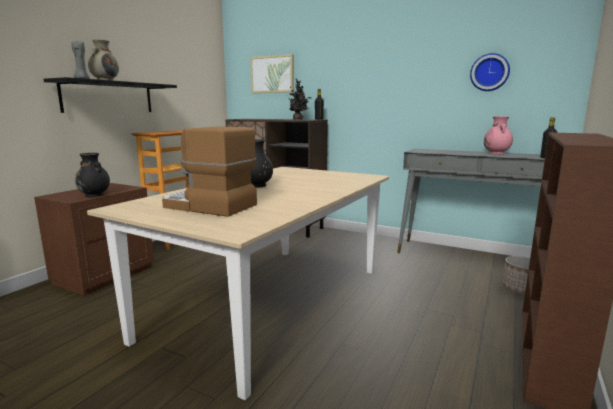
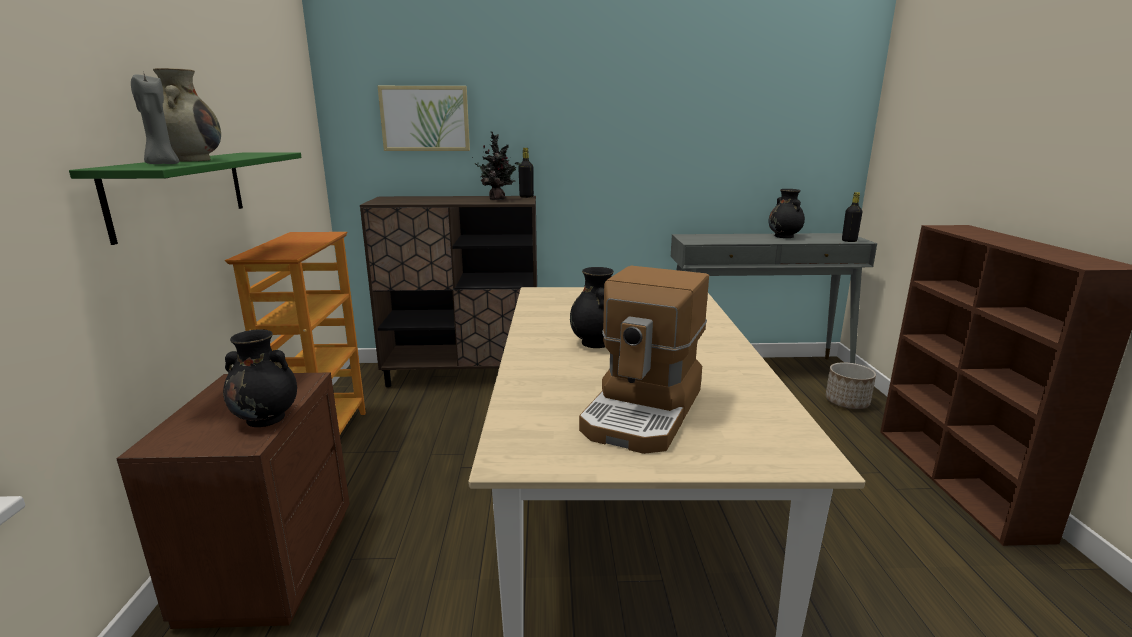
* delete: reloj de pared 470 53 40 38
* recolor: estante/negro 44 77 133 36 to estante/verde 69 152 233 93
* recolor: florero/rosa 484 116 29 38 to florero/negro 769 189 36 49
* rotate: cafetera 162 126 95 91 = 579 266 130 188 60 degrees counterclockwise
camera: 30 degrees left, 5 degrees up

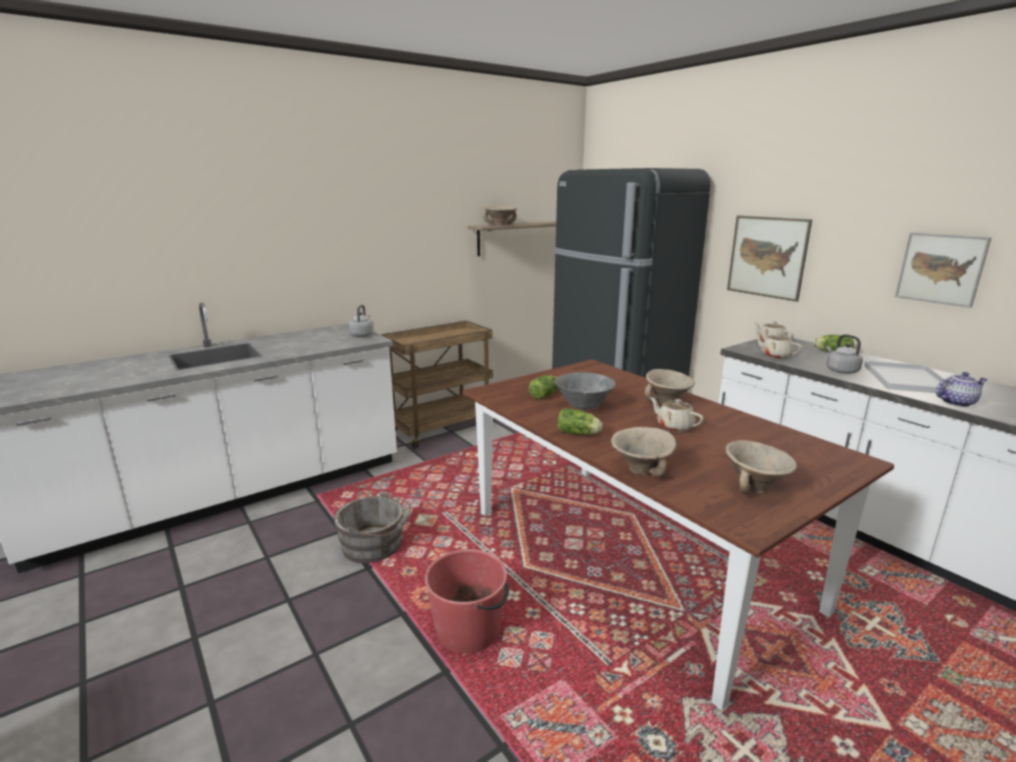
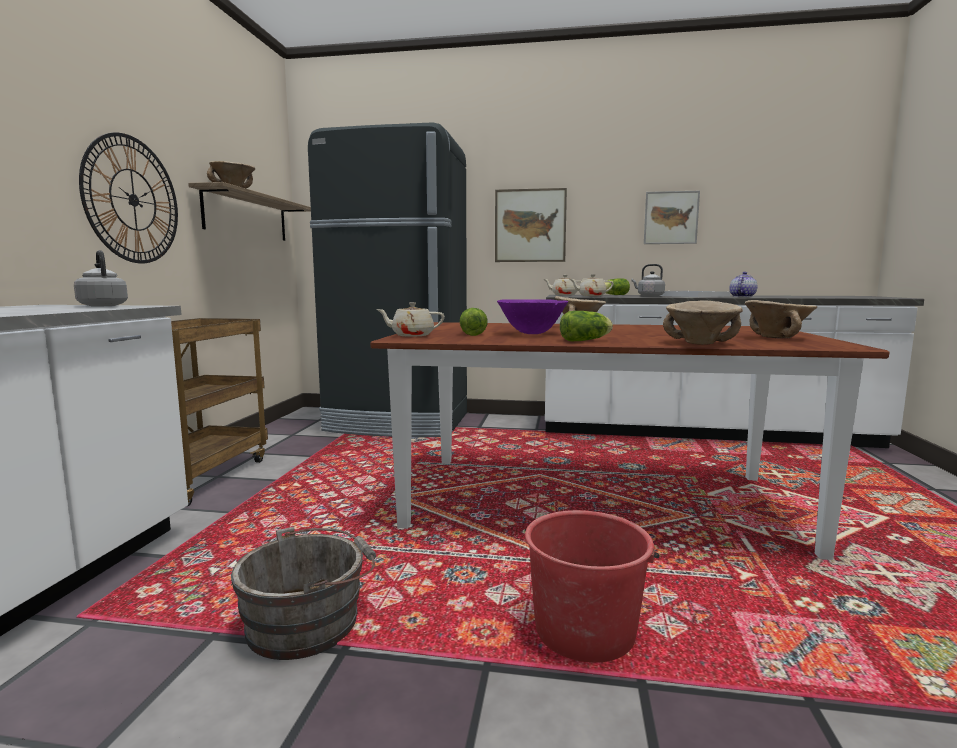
* insert: reloj de pared 79 133 99 130
* move: tetera/beis 650 397 54 35 to 376 302 69 35
* recolor: cuenco/gris 555 372 61 38 to cuenco/morado 497 299 71 35
camera: 45 degrees left, 10 degrees down

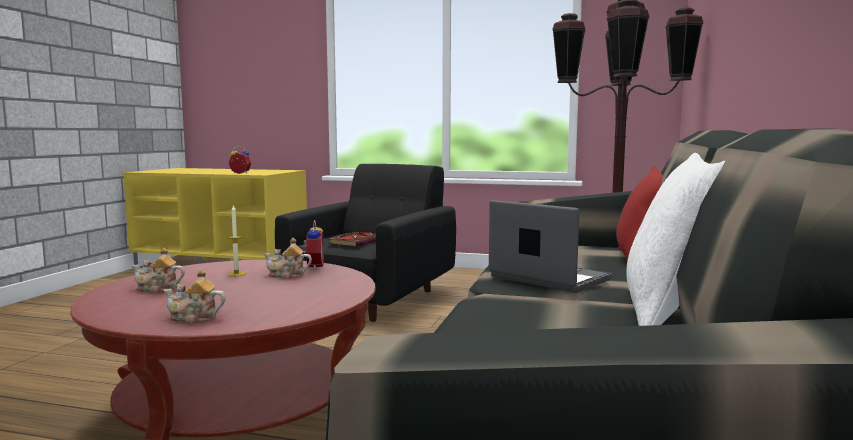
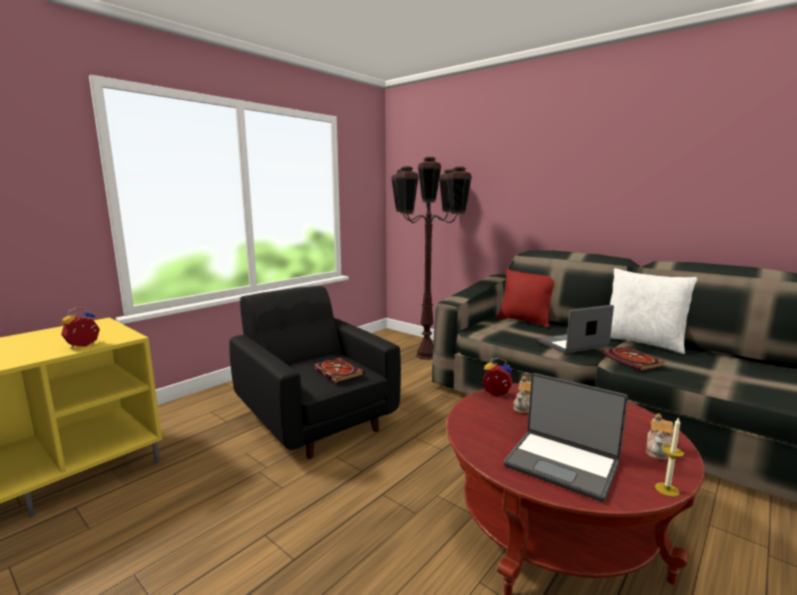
* insert: libro 601 347 64 24
* move: vela 227 204 19 73 to 655 417 29 80
* replace: tetera 132 248 53 45 to portátil 504 373 124 129
camera: 65 degrees left, 5 degrees up

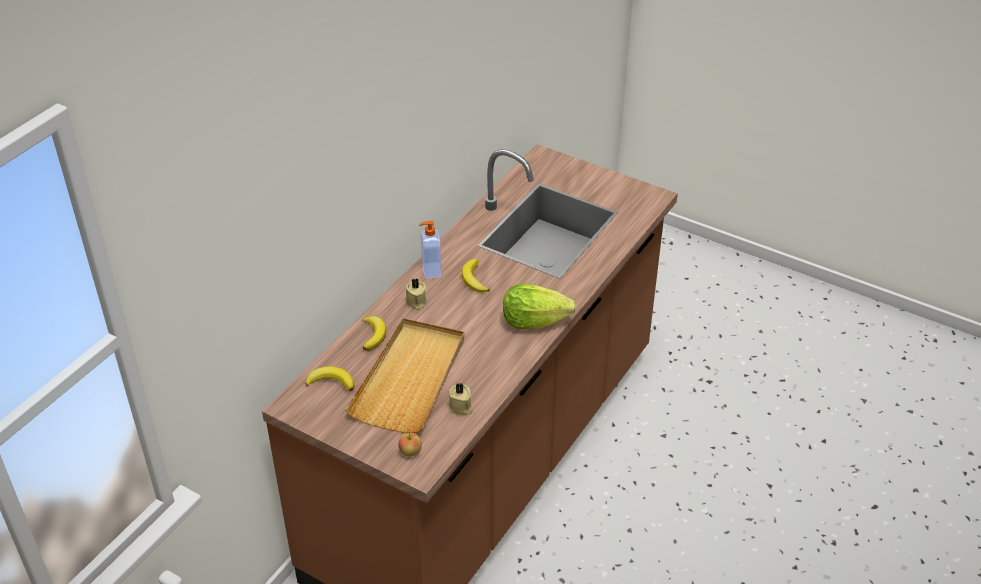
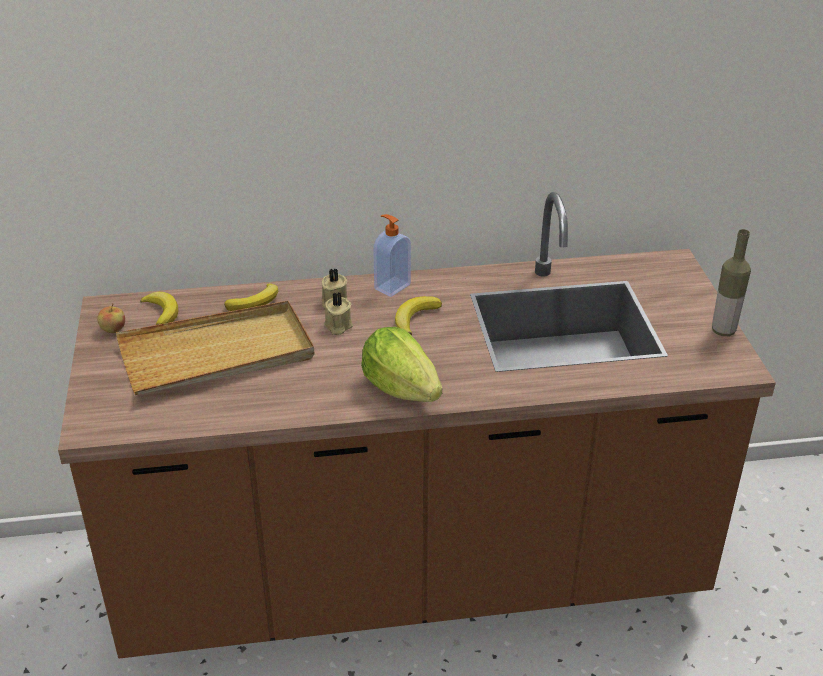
* insert: botella 712 229 39 107
* move: manzana 398 431 24 25 to 97 303 28 30
* move: vela/beis 449 383 24 32 to 324 292 29 43
camera: 50 degrees right, 5 degrees down

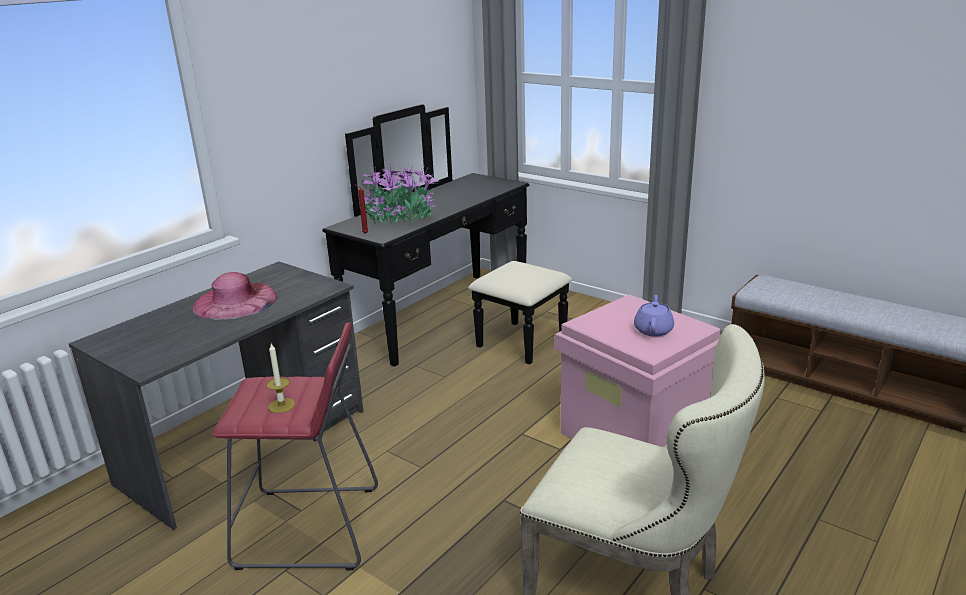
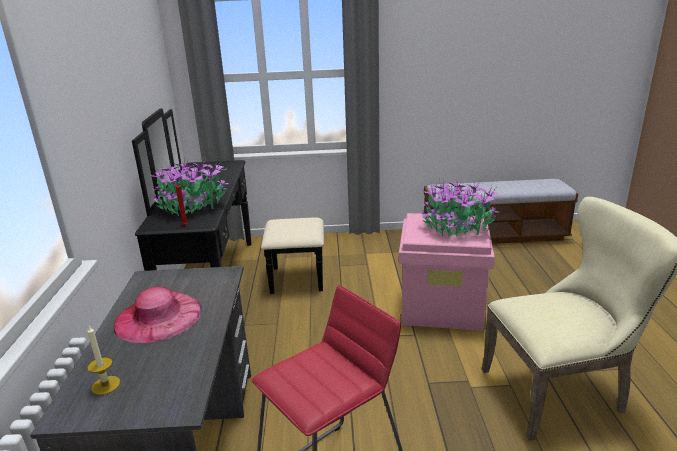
* move: vela 266 344 29 69 to 87 326 33 69
* replace: tetera/morado 634 295 40 42 to planta en maceta 421 177 80 61
camera: 40 degrees left, 0 degrees up

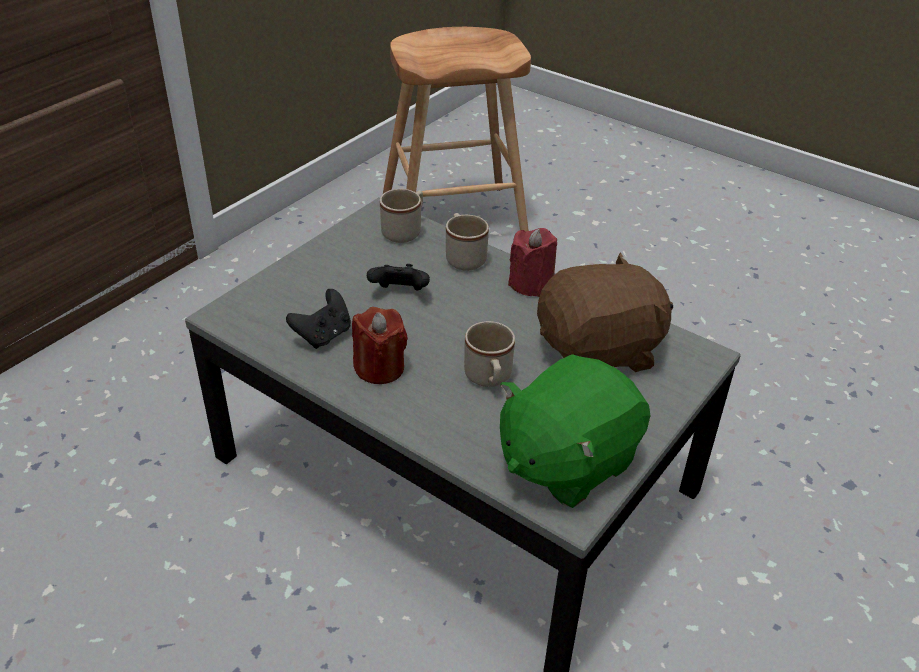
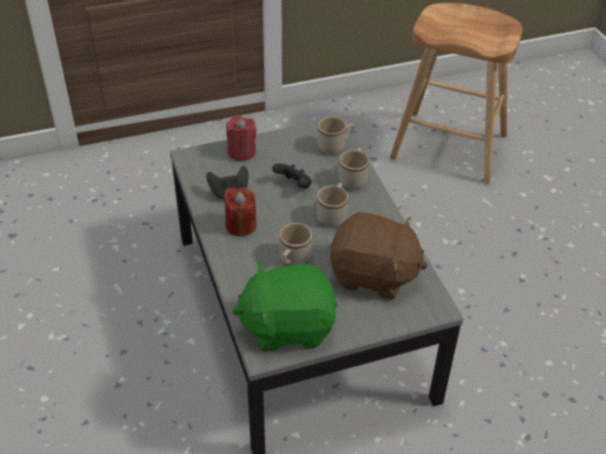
* insert: taza grande/beis 317 183 31 44
* move: vela/rojo 508 228 49 69 to 226 116 31 45
camera: 35 degrees right, 5 degrees up

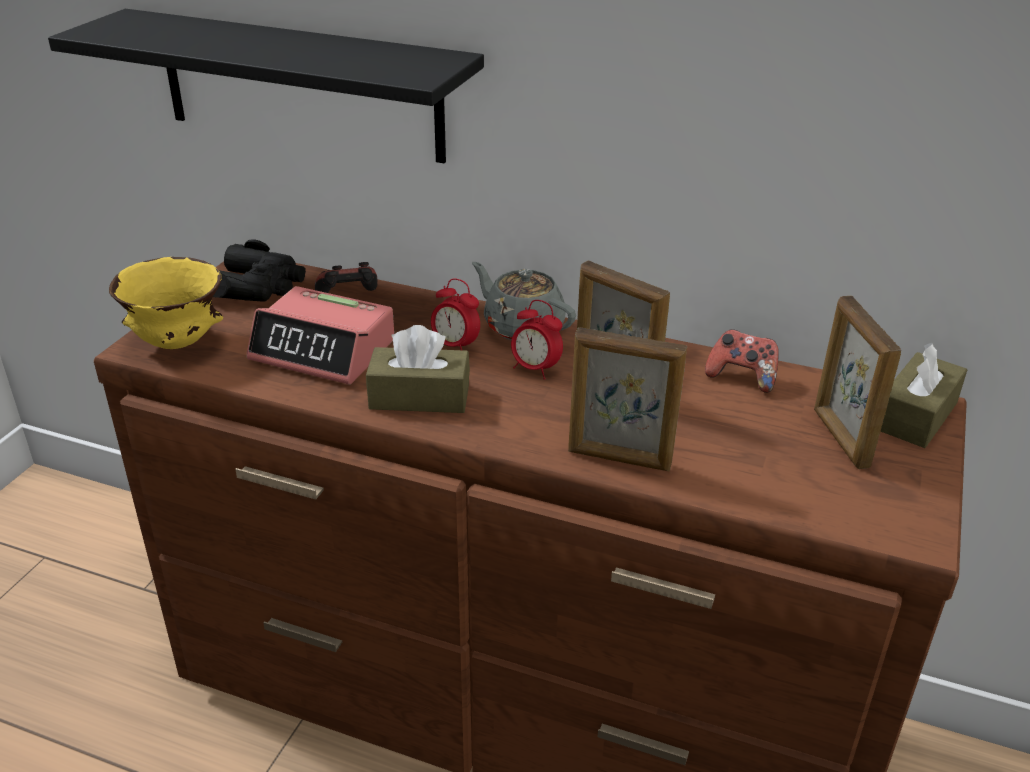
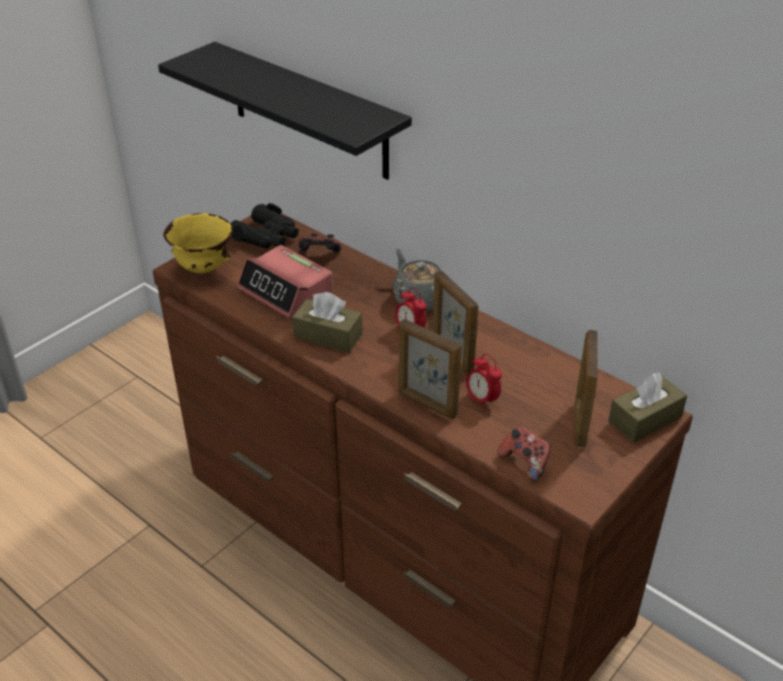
* move: despertador 431 278 49 72 to 466 354 36 56
* move: mando de consola 705 329 74 64 to 497 425 54 57
camera: 20 degrees right, 5 degrees up

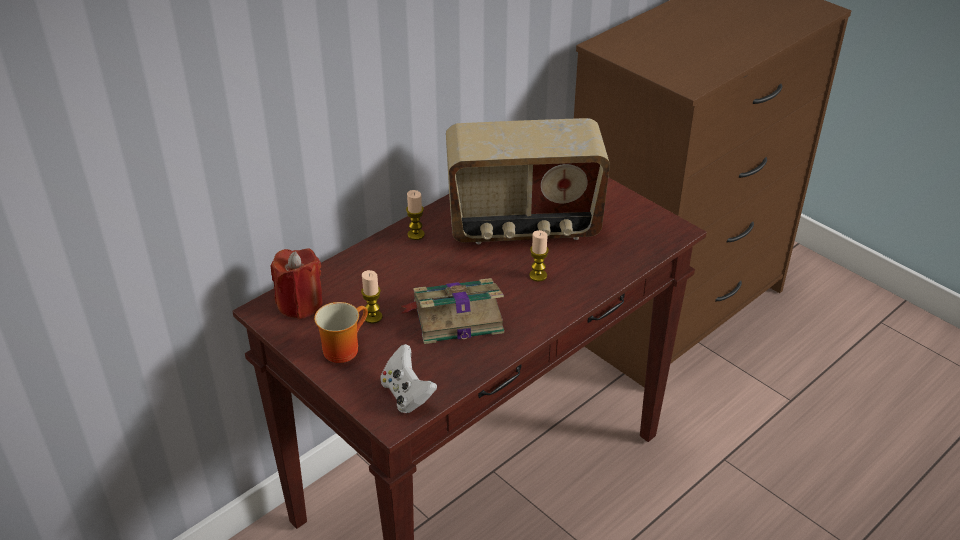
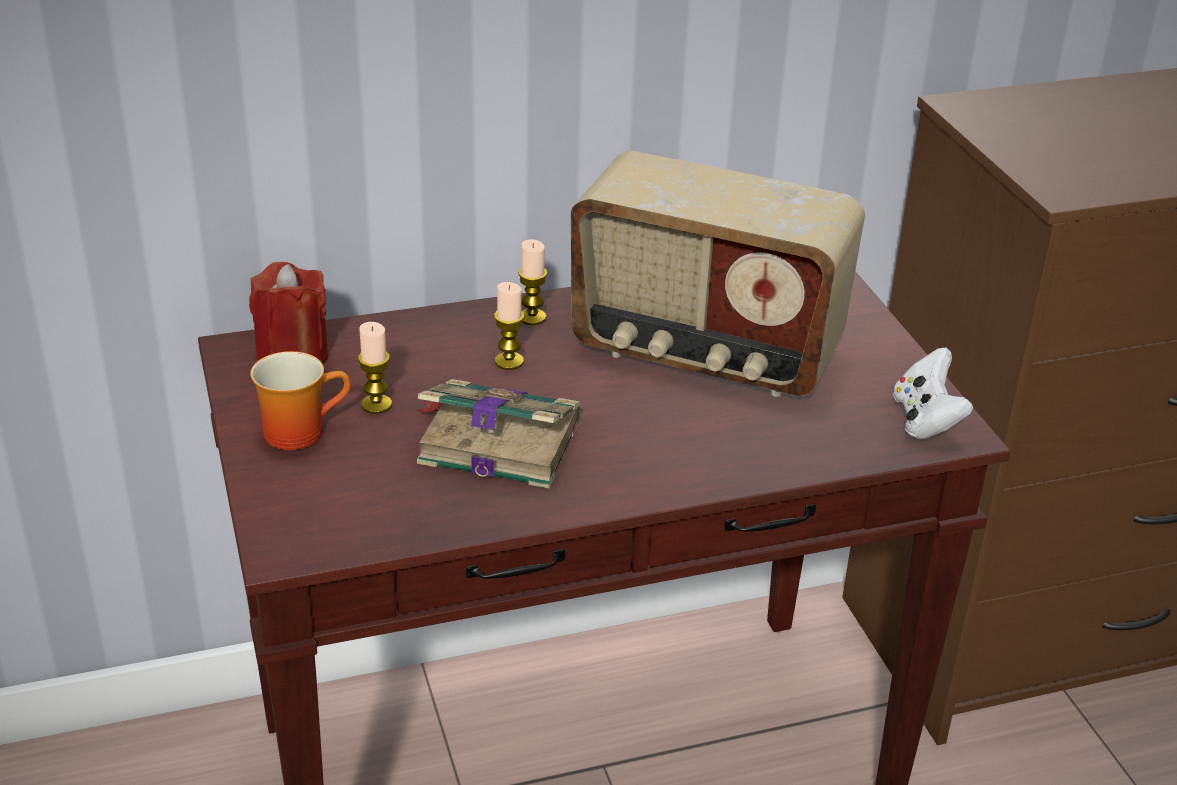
* move: mando de consola/blanco 380 344 57 69 to 893 348 80 91
* move: vela 529 230 20 52 to 494 282 31 88
camera: 25 degrees right, 5 degrees down

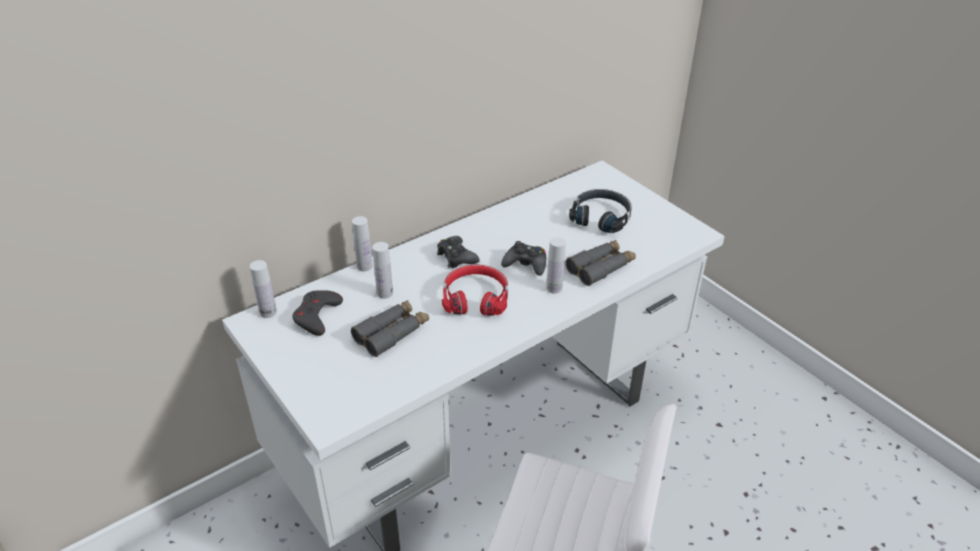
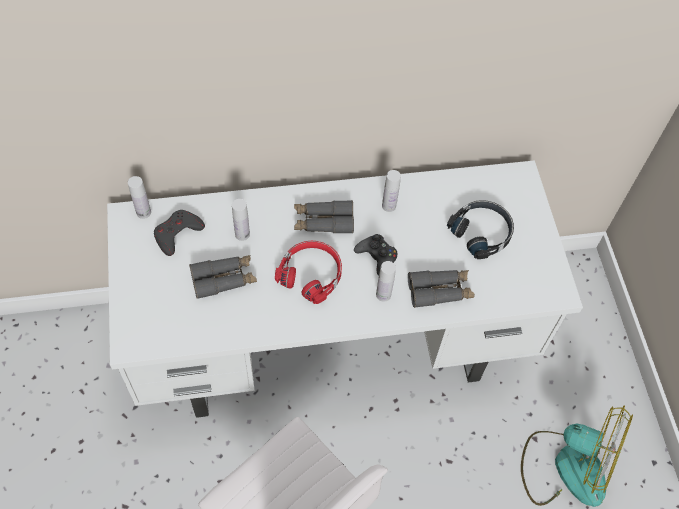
* insert: ventilador 521 406 112 101
* move: botella/blanco 352 216 21 56 to 382 170 19 42
* replace: mando de consola/negro 437 236 43 32 to prismáticos/gris 294 200 60 34
camera: 25 degrees right, 20 degrees up

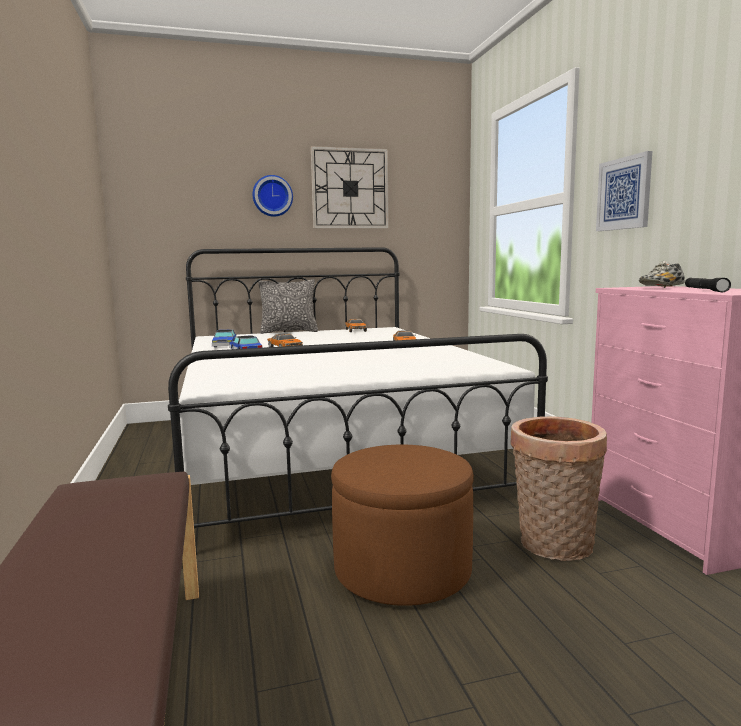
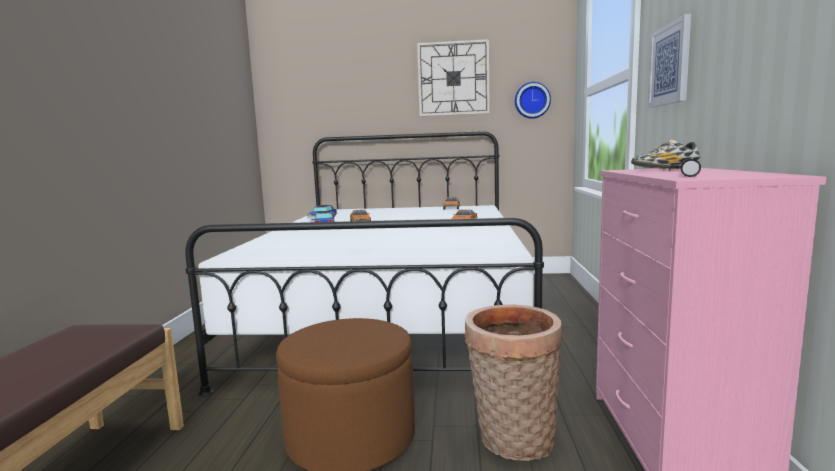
* delete: cojín 258 279 60 55
* move: reloj de pared 253 175 40 42 to 515 82 36 37
camera: 20 degrees right, 0 degrees up

